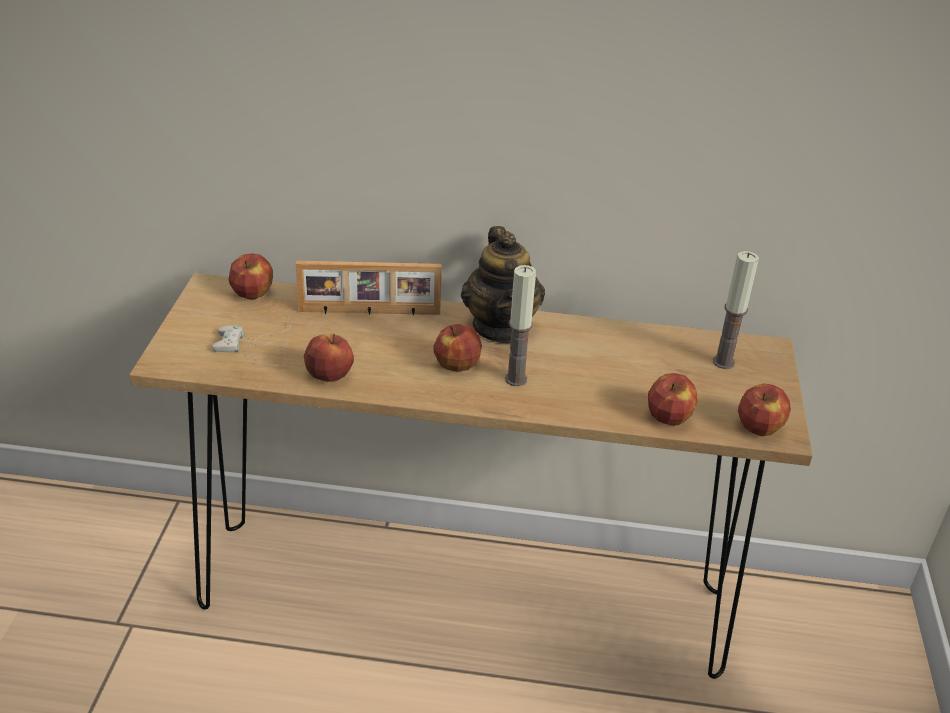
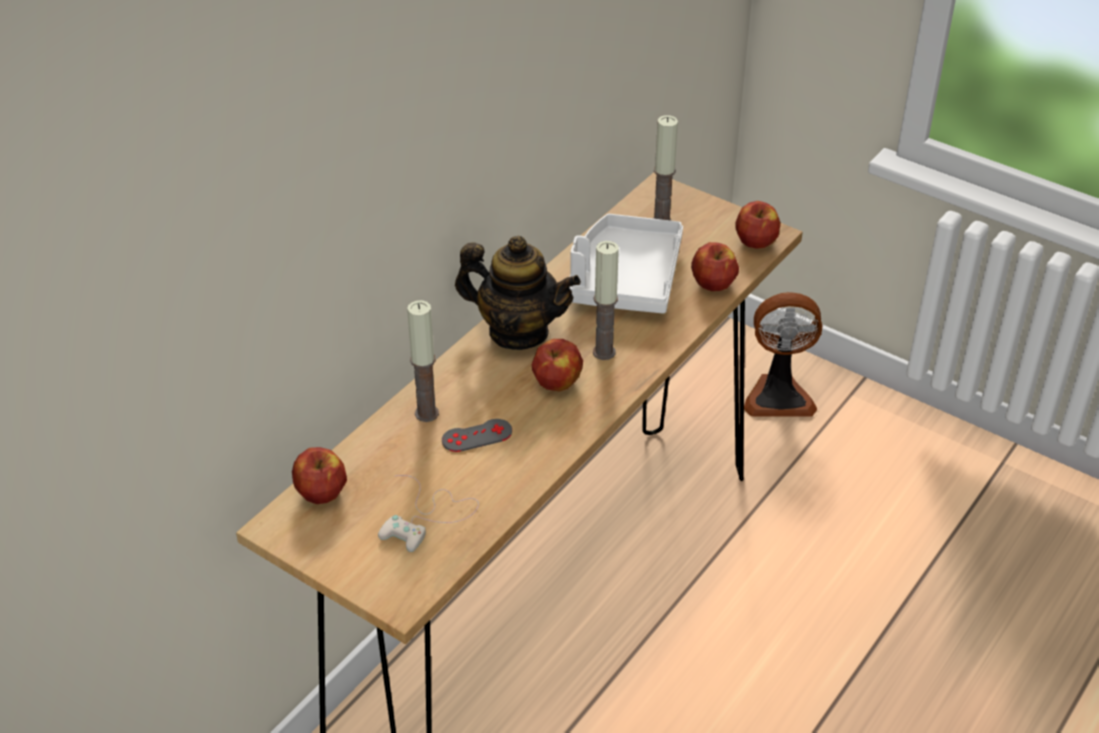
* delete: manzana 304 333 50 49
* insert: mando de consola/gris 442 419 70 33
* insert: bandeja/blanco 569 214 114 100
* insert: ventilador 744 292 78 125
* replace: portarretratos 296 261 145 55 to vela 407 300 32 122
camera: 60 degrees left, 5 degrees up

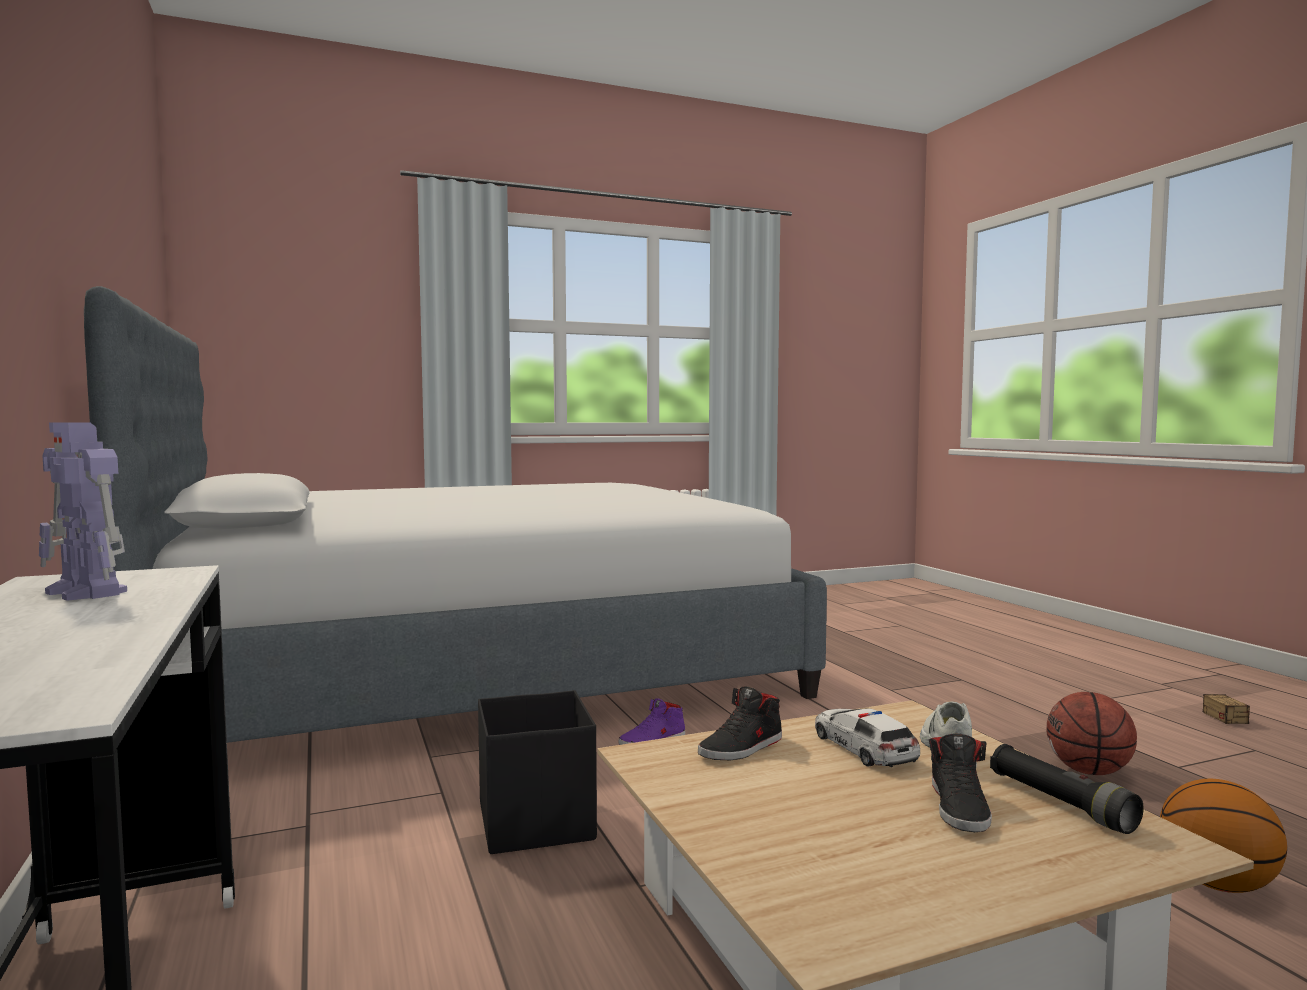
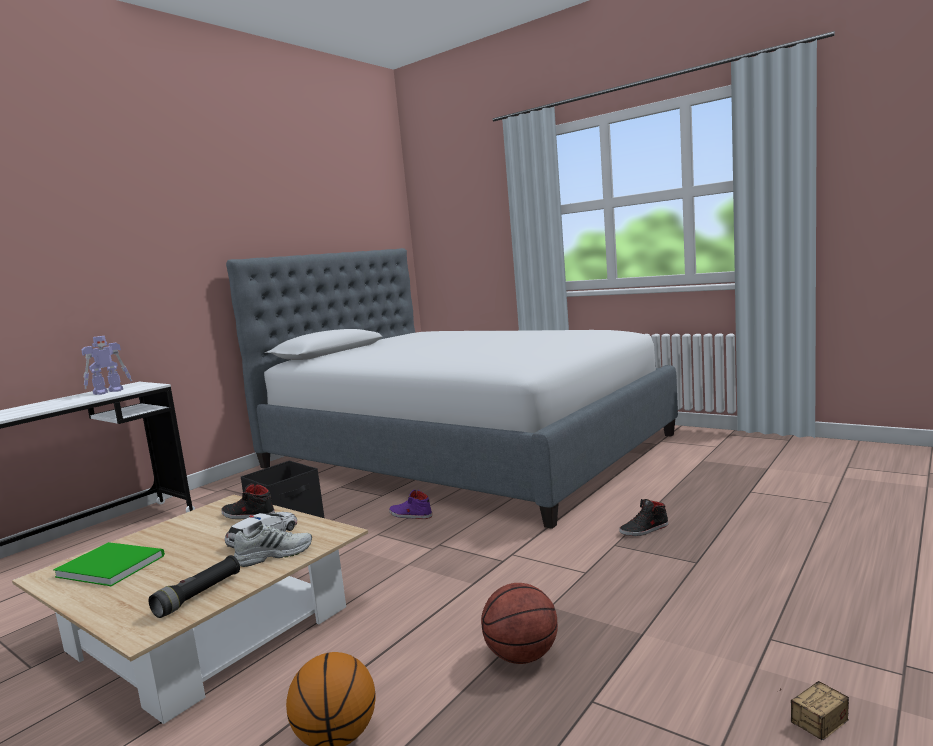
* insert: libro/verde 53 542 112 44
* move: zapato/negro 929 733 63 99 to 619 499 49 37
* rotate: robot de juguete 39 422 88 179 = 81 336 51 59 135 degrees counterclockwise
camera: 60 degrees right, 5 degrees up

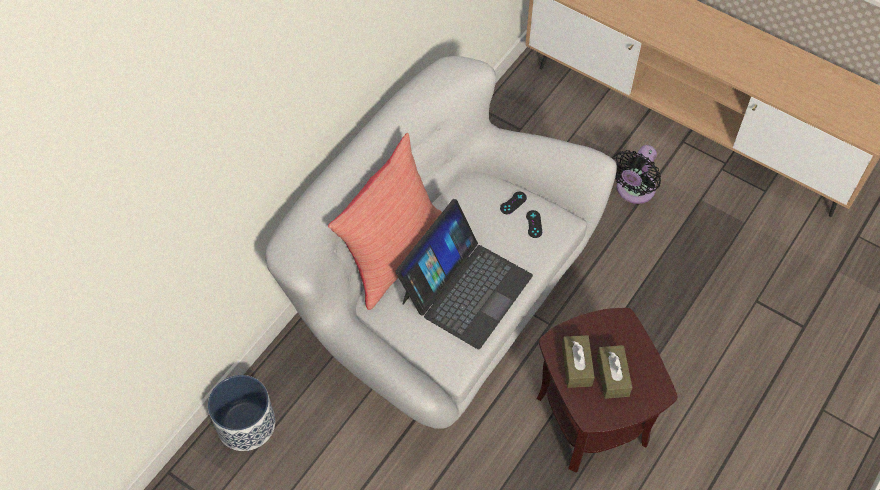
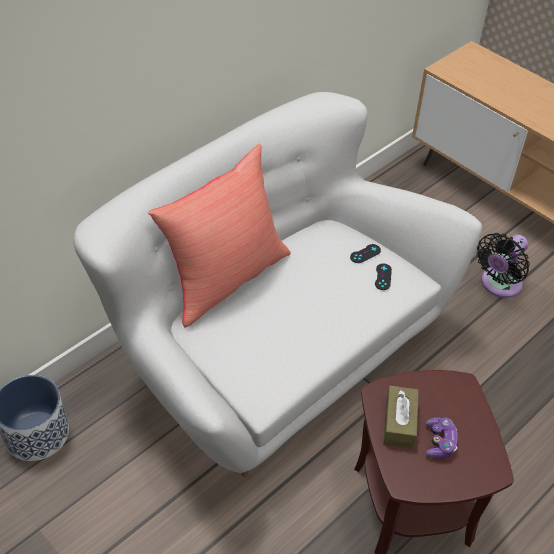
* delete: portátil 395 199 138 150
* replace: caja de pañuelos/marrón 597 345 35 54 to mando de consola 425 417 33 42
camera: 10 degrees right, 10 degrees down

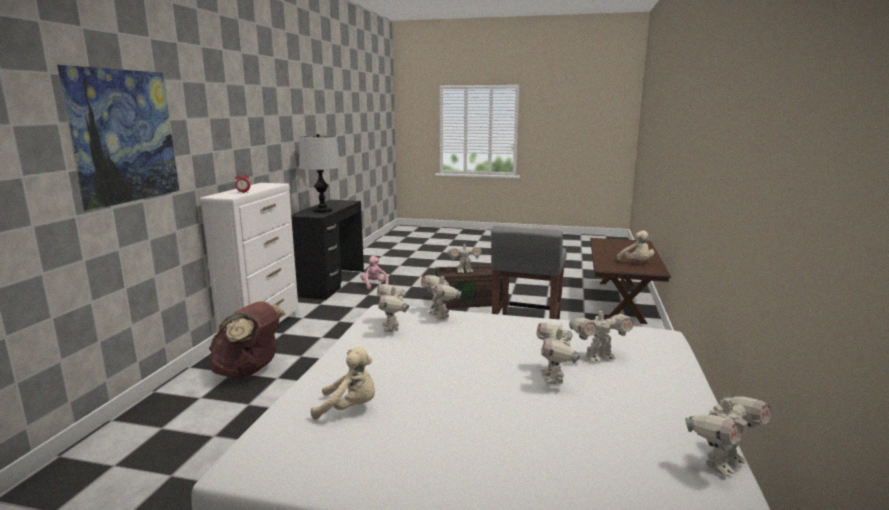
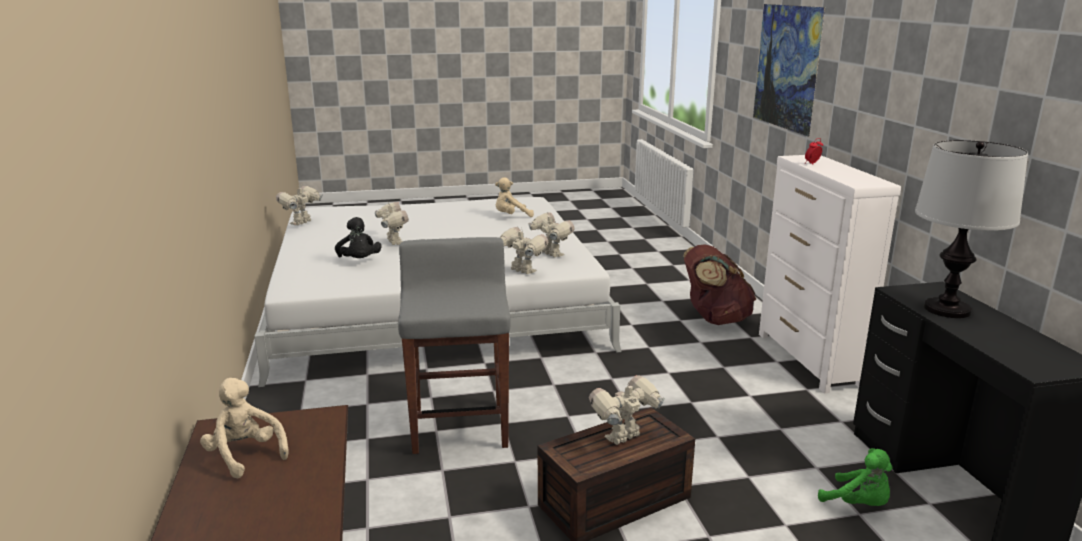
* replace: robot de juguete 569 308 65 54 to peluche/negro 335 217 47 41
* recolor: peluche/rosa 360 256 29 33 to peluche/verde 818 448 75 58
camera: 155 degrees right, 5 degrees up

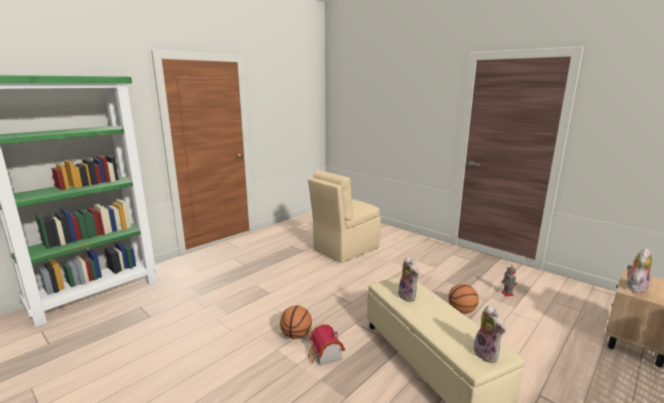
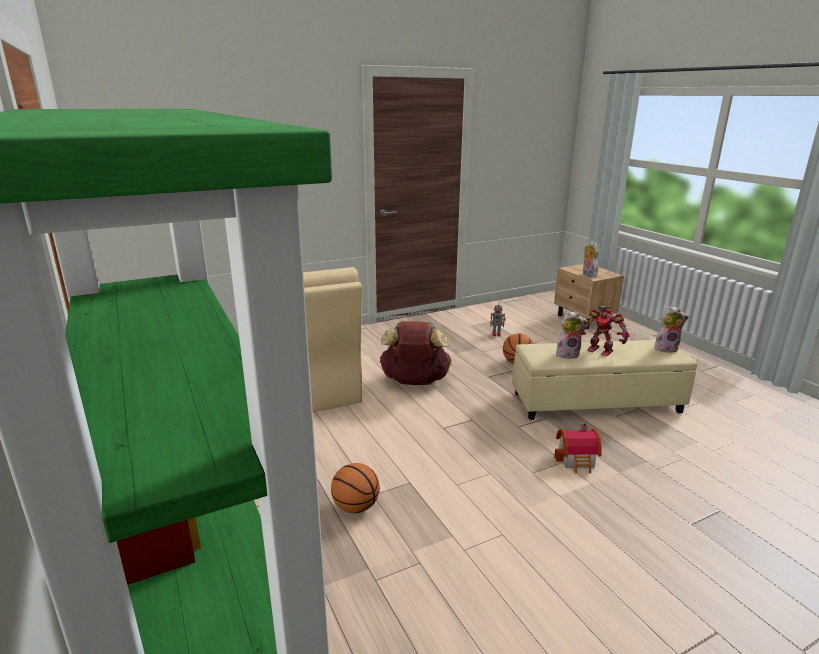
* insert: mochila/marrón 380 321 72 64
* insert: robot de juguete 582 306 47 50
* move: balón de baloncesto 280 305 32 34 to 331 463 49 50
camera: 70 degrees left, 5 degrees up

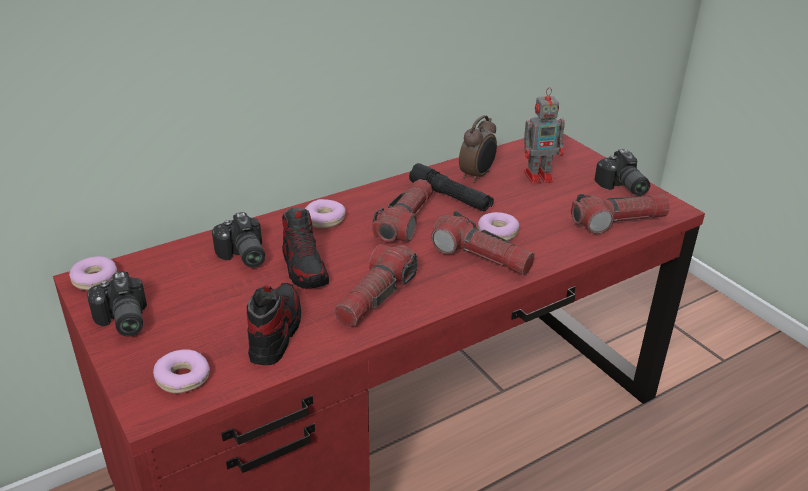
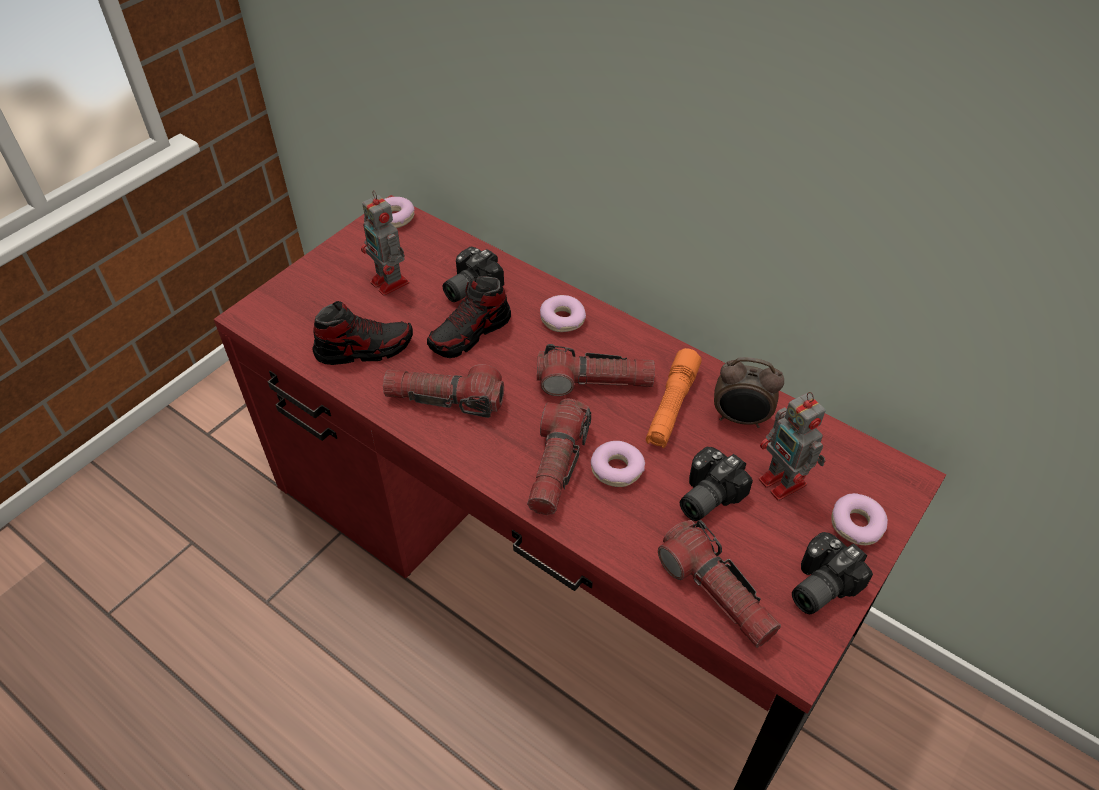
* insert: robot de juguete 361 190 49 106
* move: cámara 87 271 60 66 to 680 447 73 74
* move: rosquilla 153 349 57 45 to 831 493 57 52
* recolor: linterna/negro 409 163 85 49 to linterna/naranja 646 348 56 100
camera: 70 degrees right, 15 degrees up

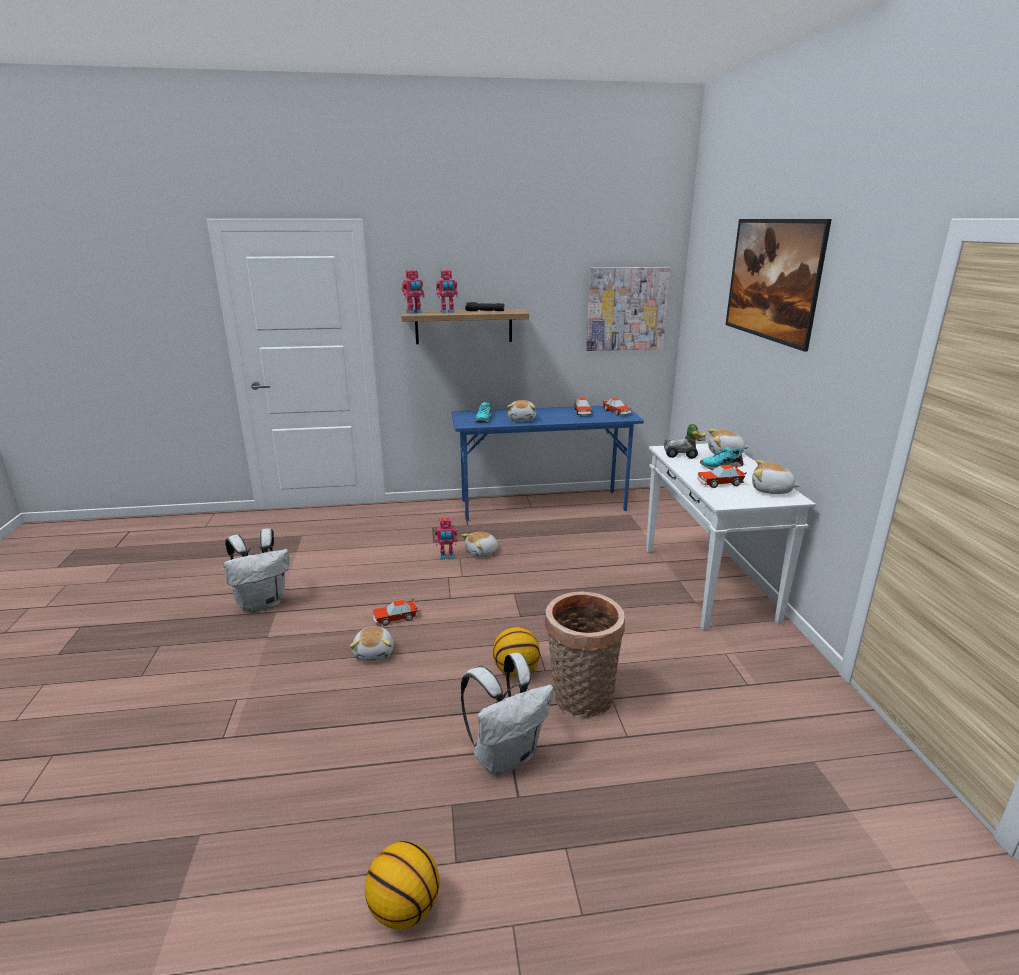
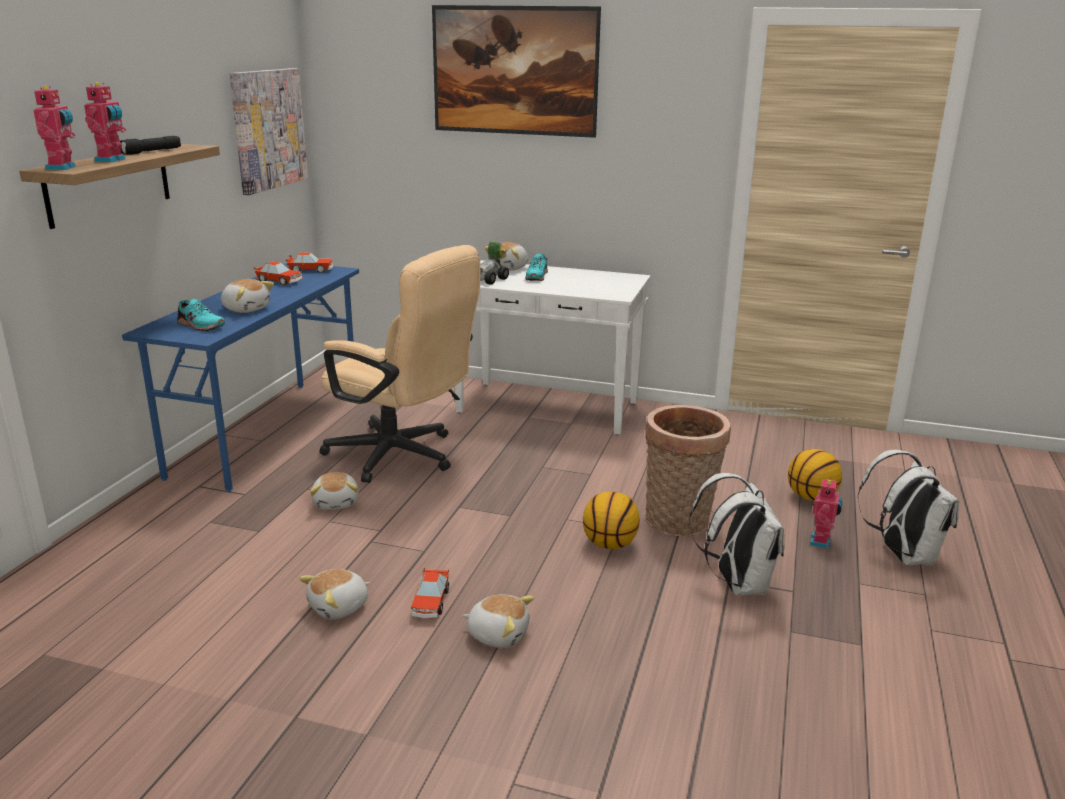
* delete: coche de juguete 697 465 50 23
* insert: silla de oficina/beis 319 245 161 238
* move: mochila/blanco 223 528 66 84 to 857 450 102 116
* move: balón de baloncesto 365 841 74 88 to 788 449 54 52
* move: robot de juguete 435 517 22 43 to 809 477 34 72
* move: peluche 752 460 49 34 to 299 569 71 51
camera: 65 degrees left, 0 degrees up

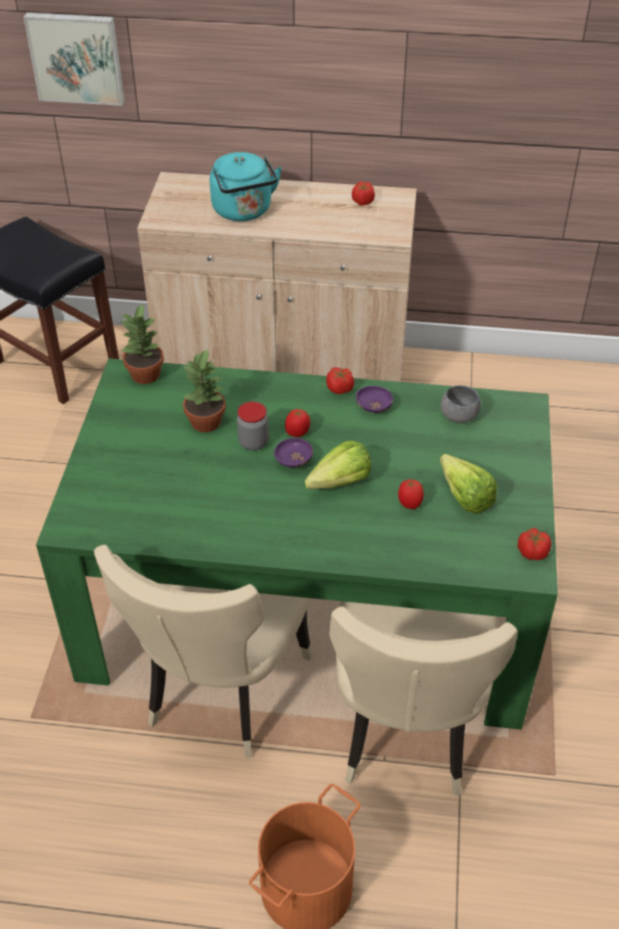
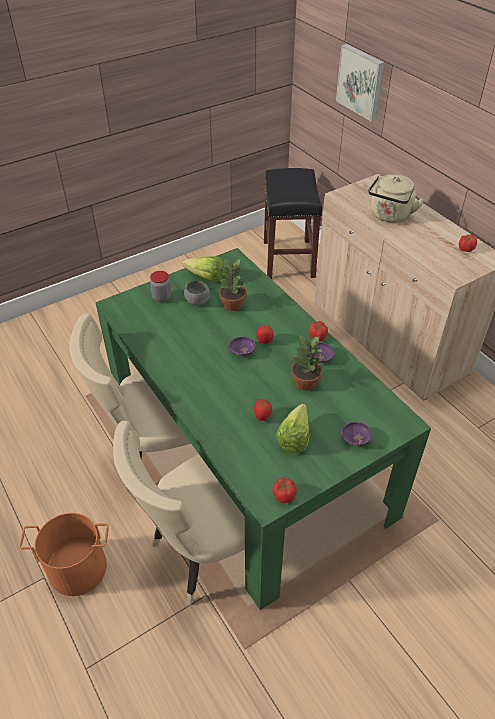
* insert: cuenco/morado 342 422 30 24
* move: planta en maceta 120 304 44 80 to 291 335 31 56
* move: tarro 237 402 32 49 to 150 271 21 31
* move: lechuga 305 440 66 49 to 183 256 41 26
* move: cuenco/gris 441 385 40 38 to 184 281 26 24
* recolor: hervidor/turquesa 210 152 72 69 to hervidor/beis 368 174 57 48
camera: 50 degrees right, 0 degrees up

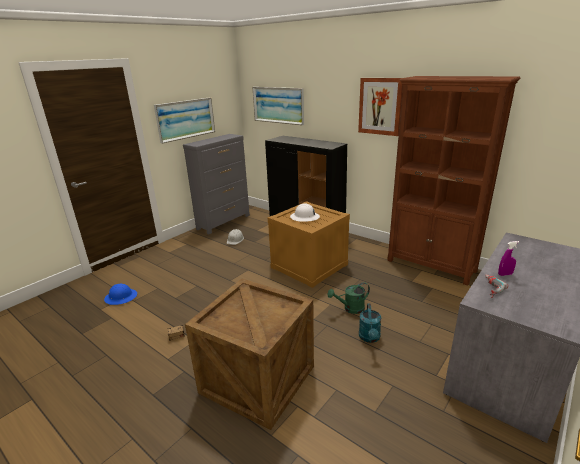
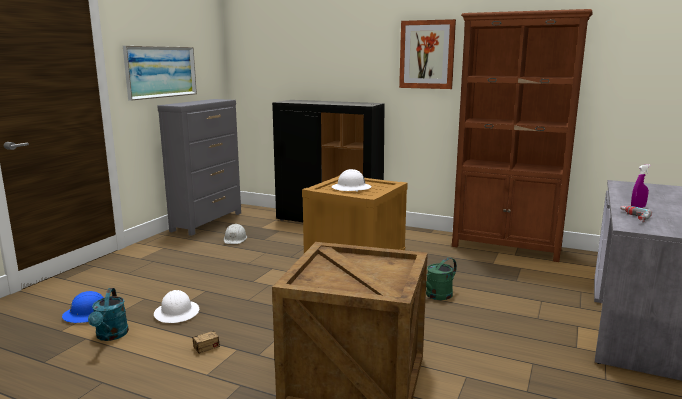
* delete: cuadro 252 87 52 38
* insert: casco/blanco 154 290 45 33
* move: regadera/turquesa 359 304 22 39 to 88 288 41 53
camera: 15 degrees left, 10 degrees down

